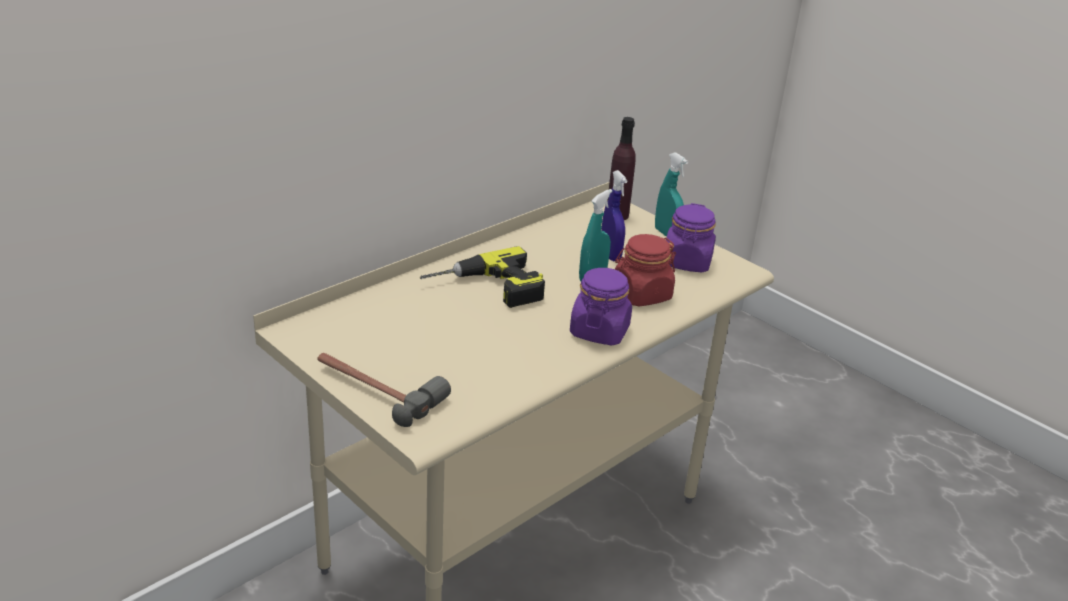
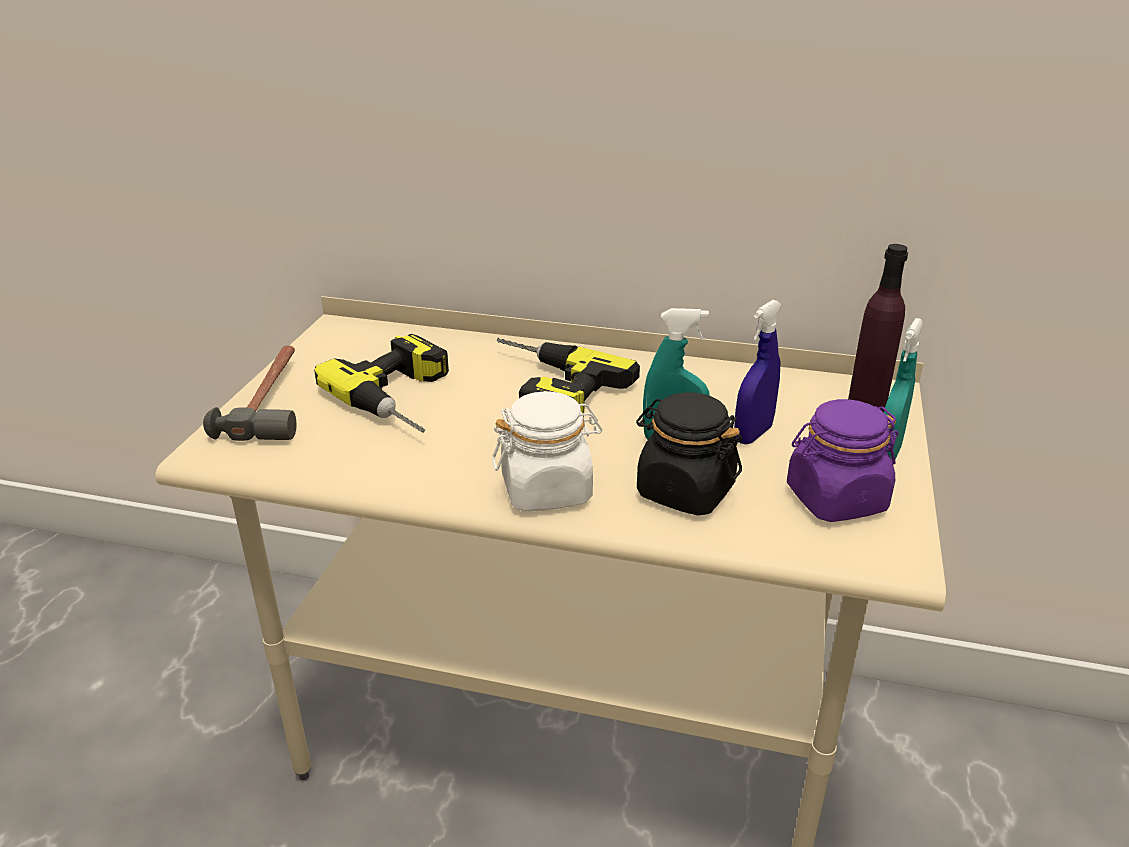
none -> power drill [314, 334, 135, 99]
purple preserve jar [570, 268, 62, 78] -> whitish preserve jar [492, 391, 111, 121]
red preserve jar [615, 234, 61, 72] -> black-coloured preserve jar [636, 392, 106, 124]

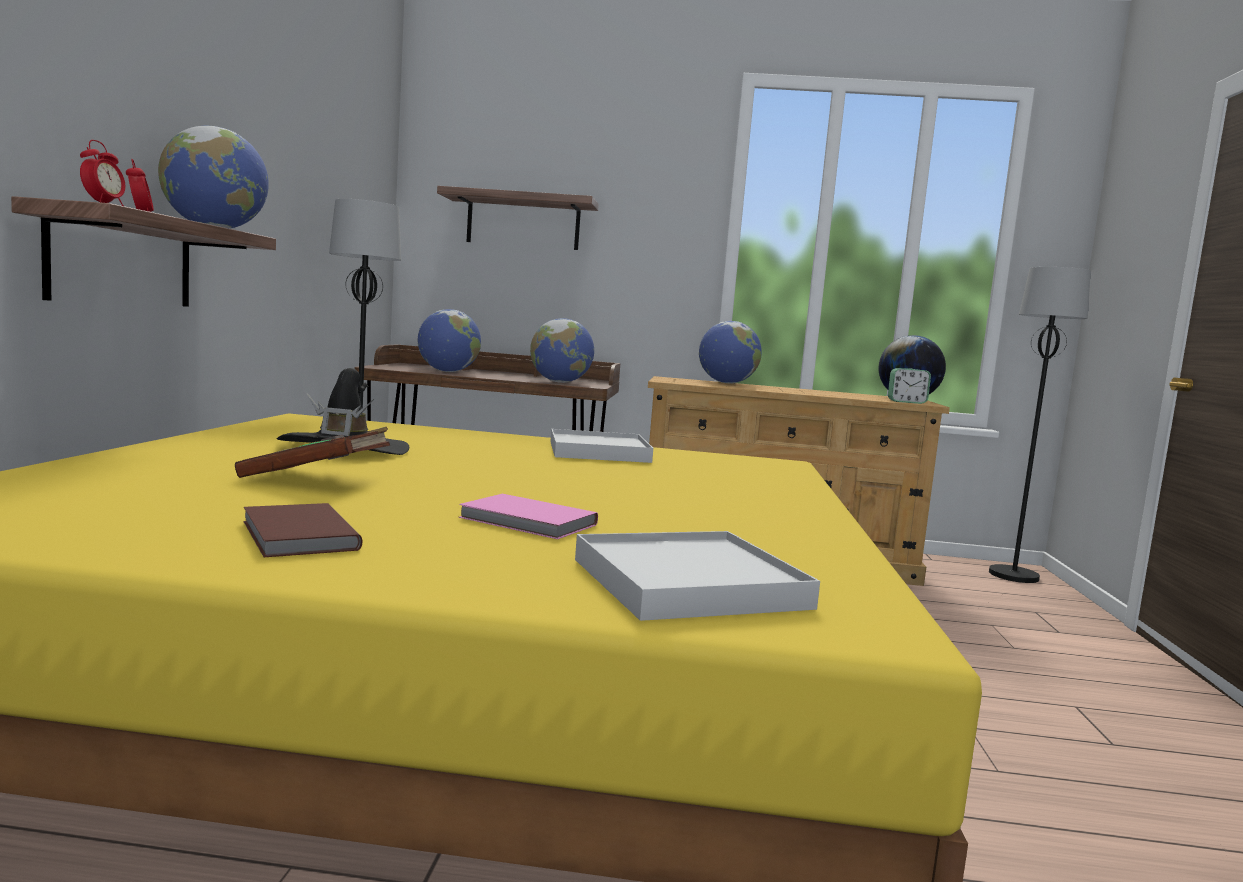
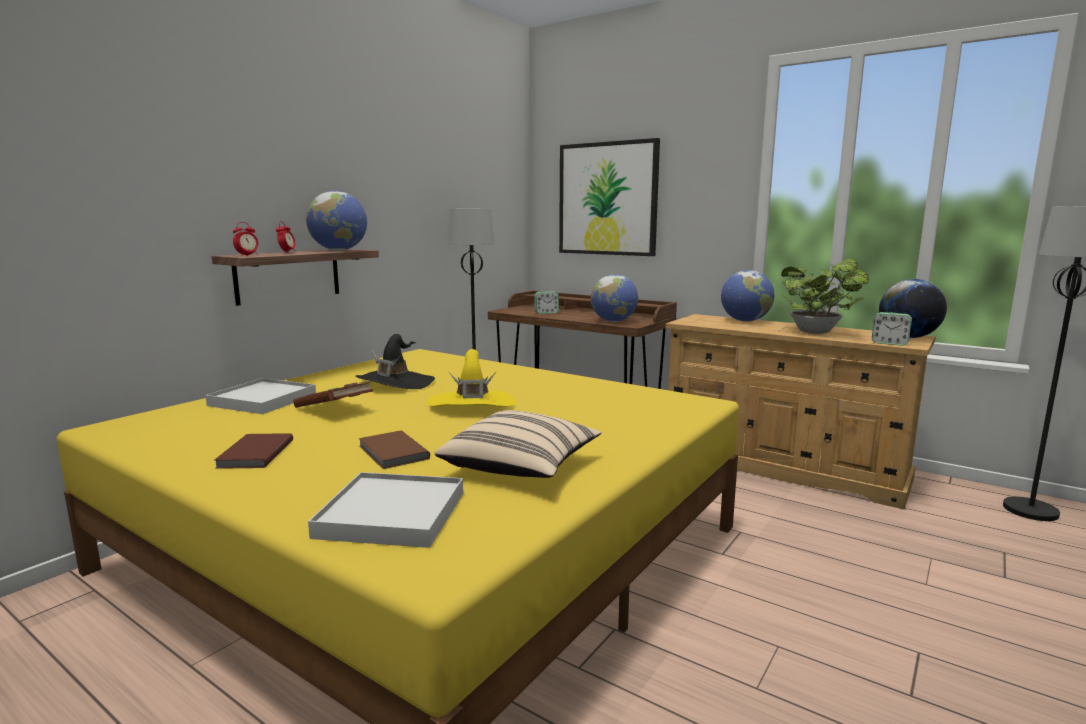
whitish carrying tray [551, 429, 102, 34] -> whitish carrying tray [205, 378, 111, 36], moved
pinkish book [459, 494, 139, 45] -> brown book [359, 430, 71, 39]
none -> yellow wearable hat [428, 349, 88, 58]
none -> beige-coloured cushion [435, 410, 166, 68]
globe [418, 309, 63, 63] -> table clock [534, 291, 25, 23]
wall shelf [437, 186, 162, 64] -> wall art [559, 138, 101, 118]
none -> plant in a pot [781, 259, 88, 75]

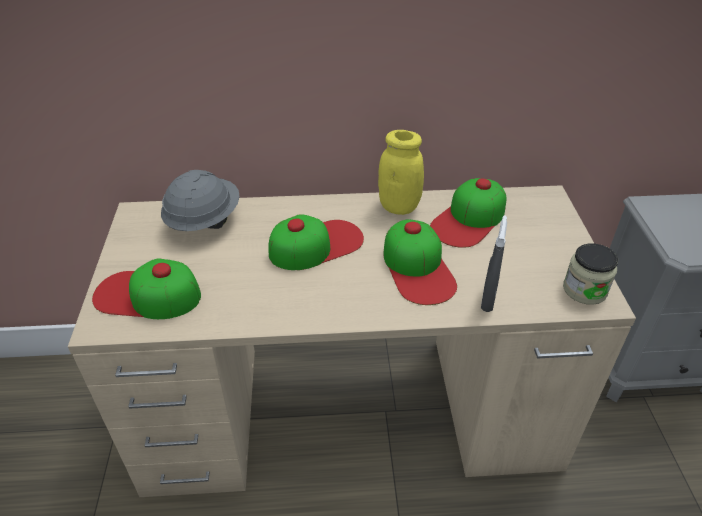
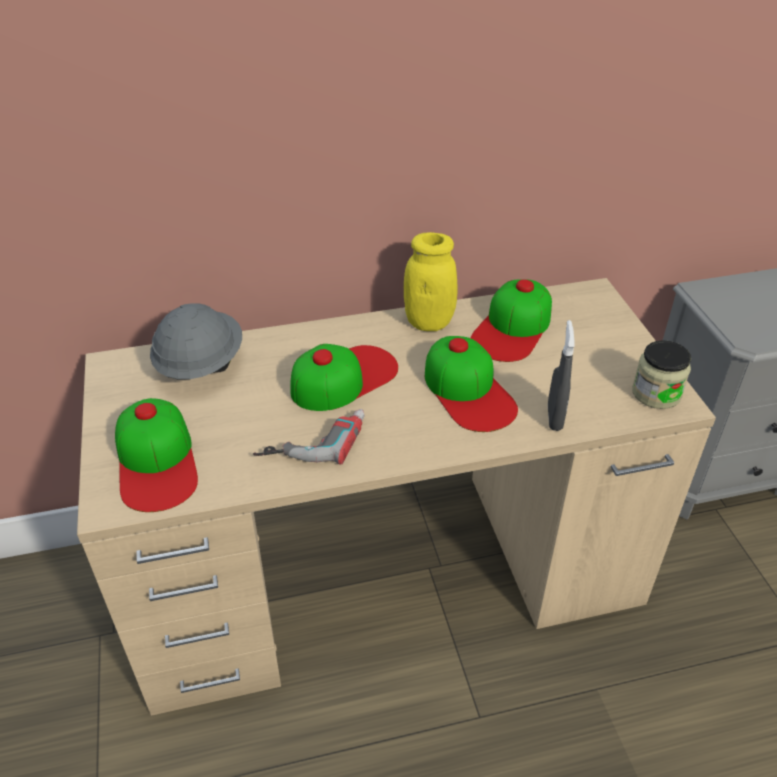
baseball cap [92, 258, 109, 61] -> baseball cap [115, 398, 83, 114], 105 degrees counterclockwise
none -> power drill [253, 409, 112, 56]

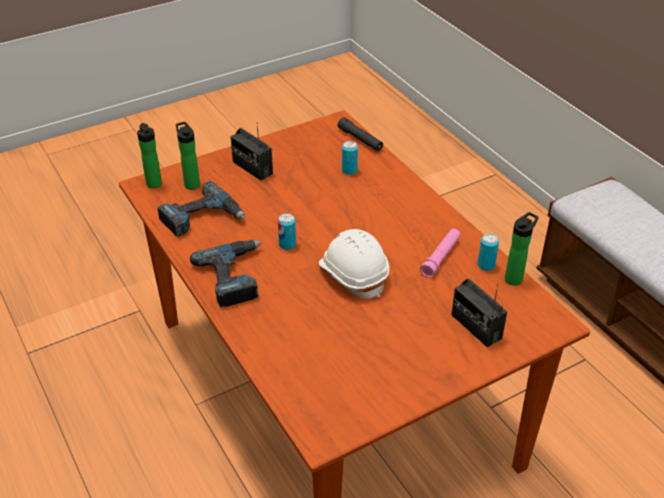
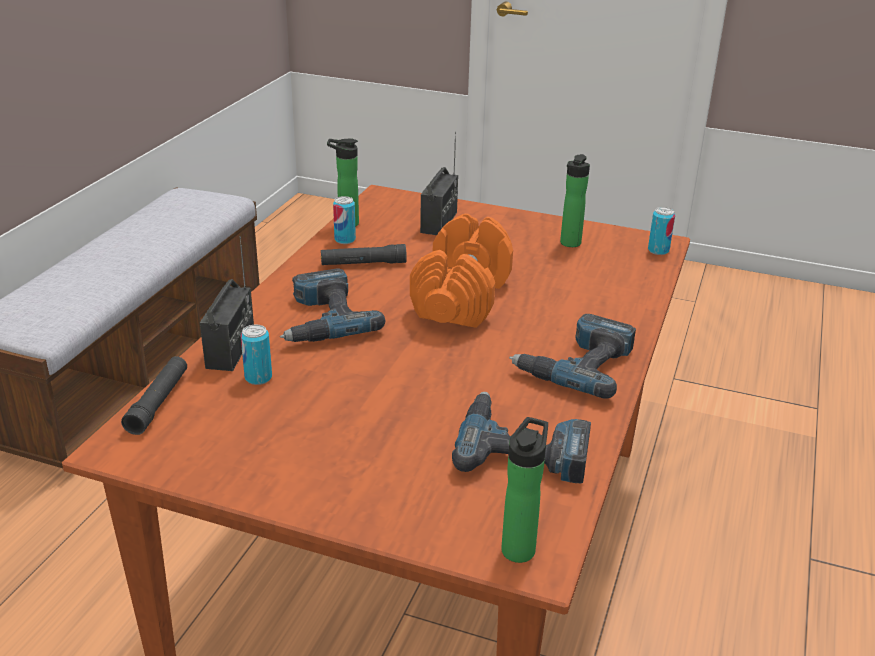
radio receiver [230, 122, 43, 59] -> radio receiver [200, 236, 54, 135], moved
none -> power drill [280, 269, 105, 73]
pinkish hand torch [420, 229, 40, 48] -> black-coloured hand torch [321, 244, 86, 21]
whitish work helmet [319, 229, 70, 69] -> orange hand weight [410, 214, 103, 114]
bottle [176, 122, 24, 68] -> bottle [560, 154, 30, 93], moved
metal can [278, 213, 18, 37] -> metal can [648, 207, 27, 48], moved

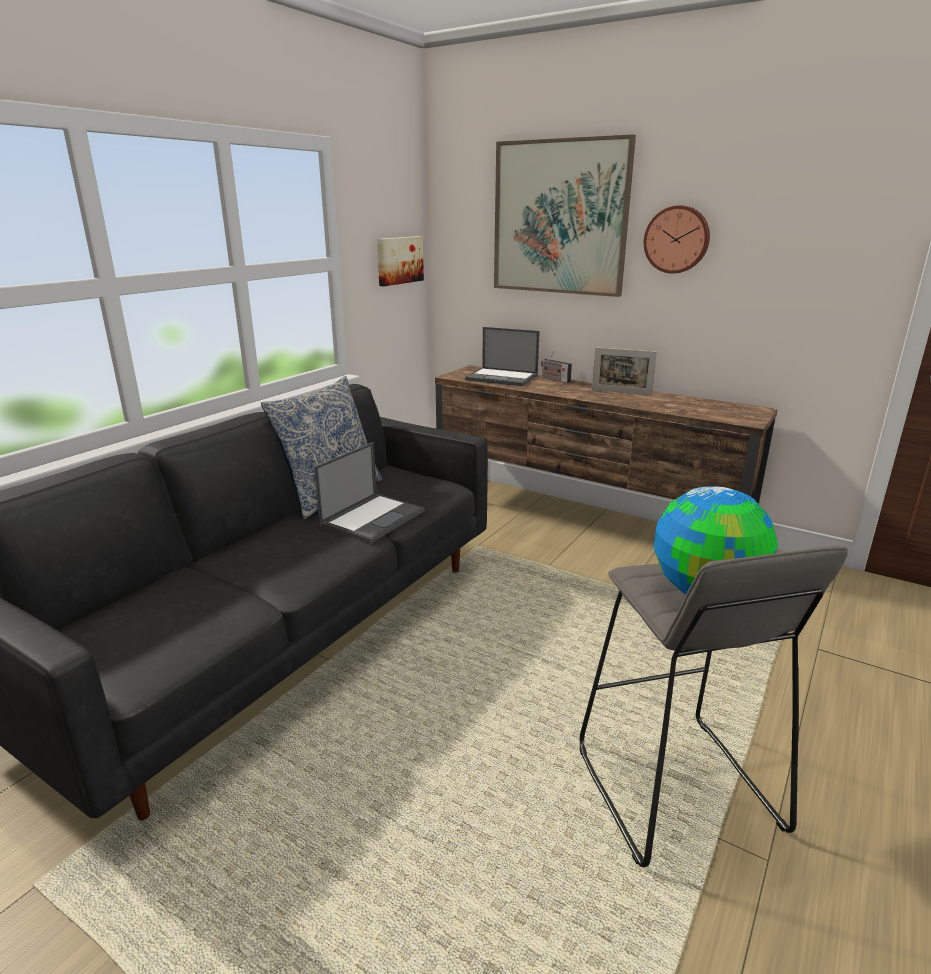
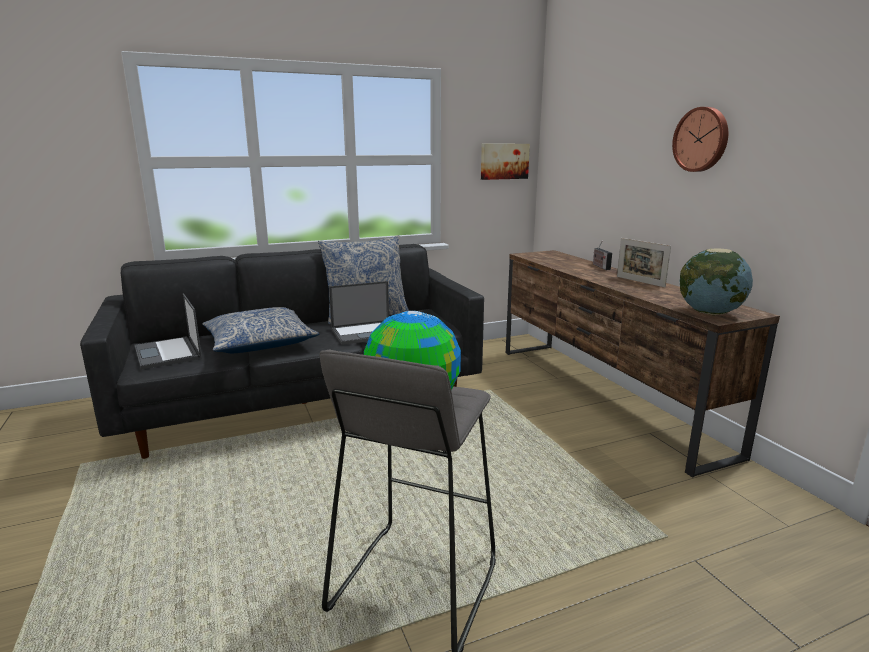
laptop [465, 327, 75, 59] -> laptop [135, 293, 67, 77], moved
none -> cushion [202, 307, 118, 46]
none -> globe [680, 248, 73, 67]
wall art [494, 134, 142, 163] -> none

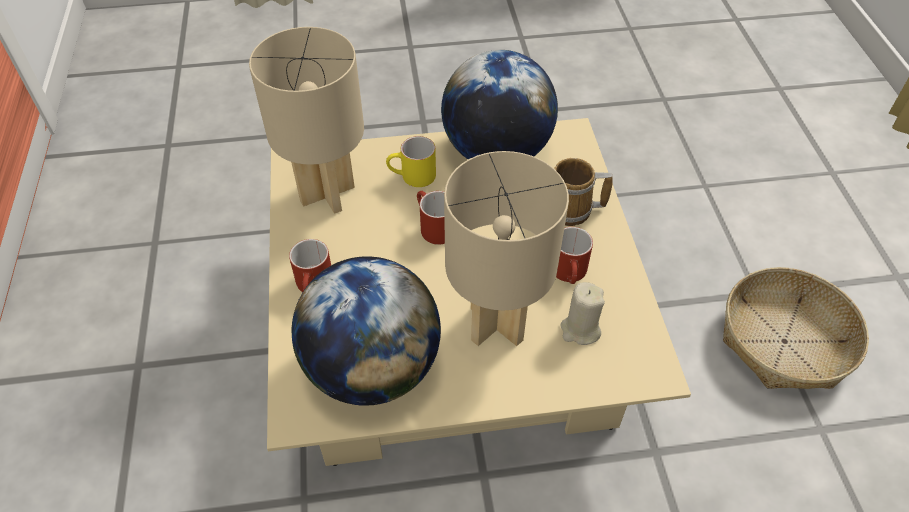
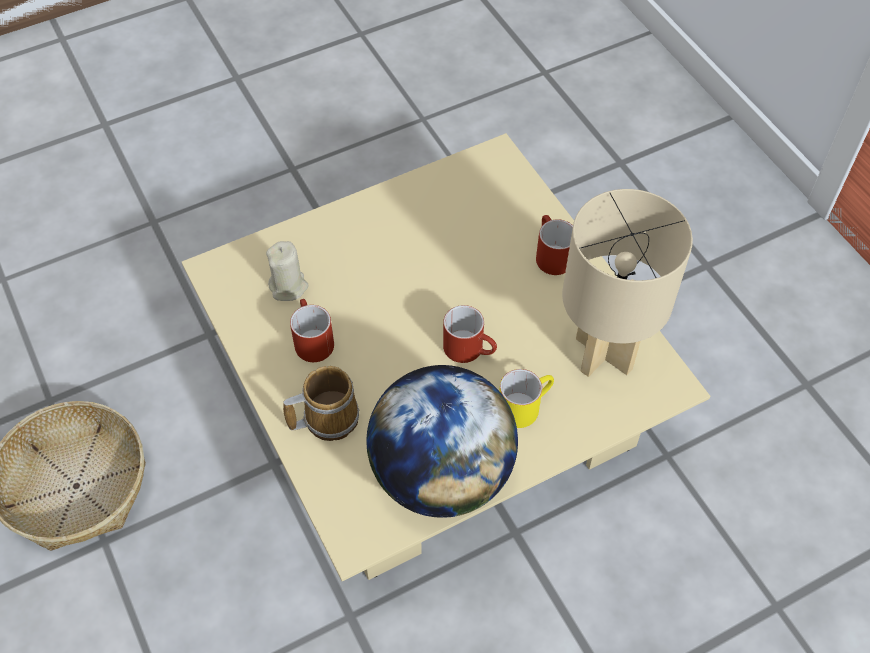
globe [291, 256, 150, 150] -> none
beige-coloured lamp for a table [444, 151, 125, 195] -> none

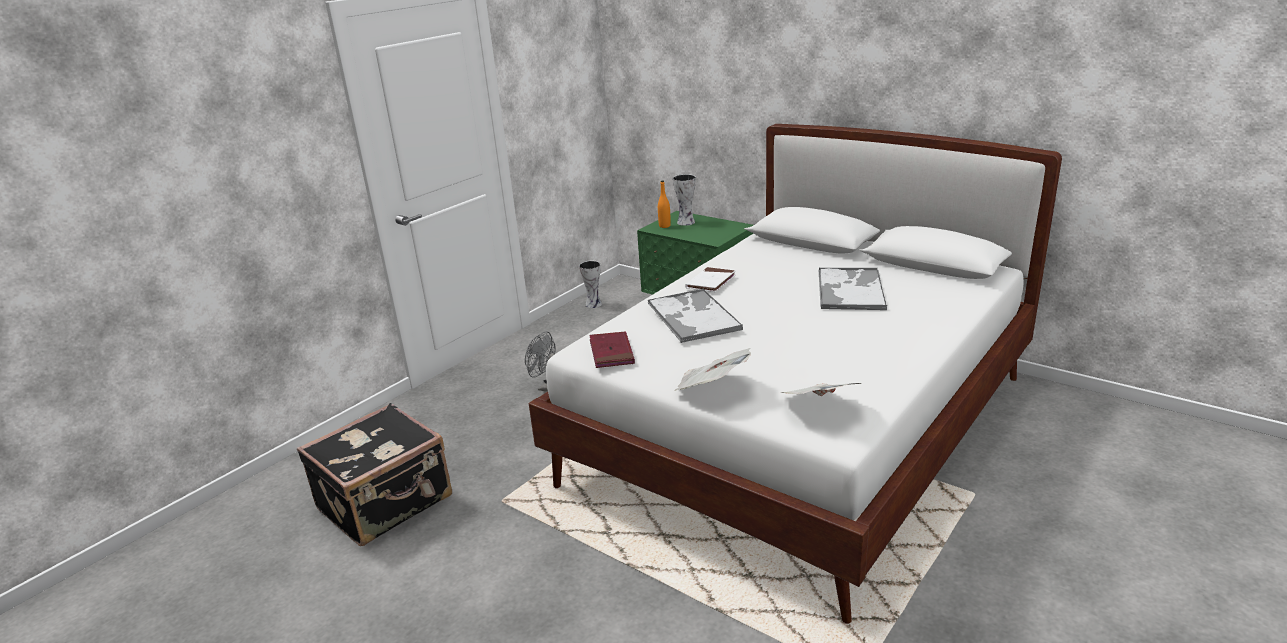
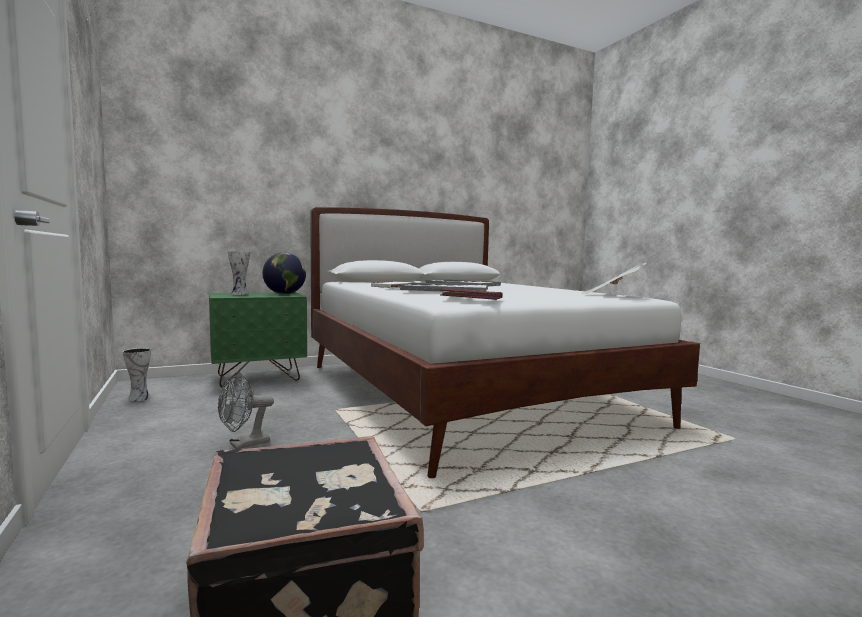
none -> globe [263, 253, 43, 41]
orange bottle [658, 180, 13, 48] -> none
daily paper [674, 348, 77, 43] -> none

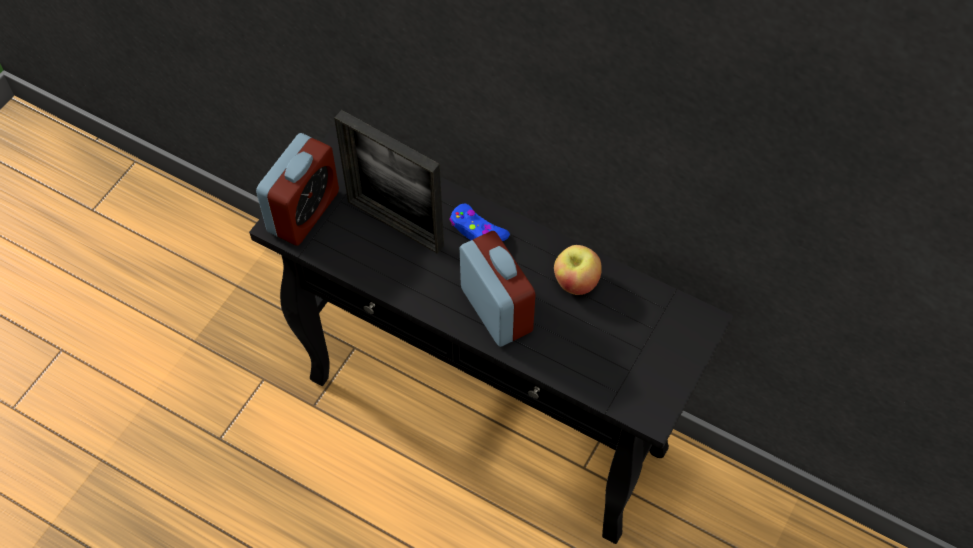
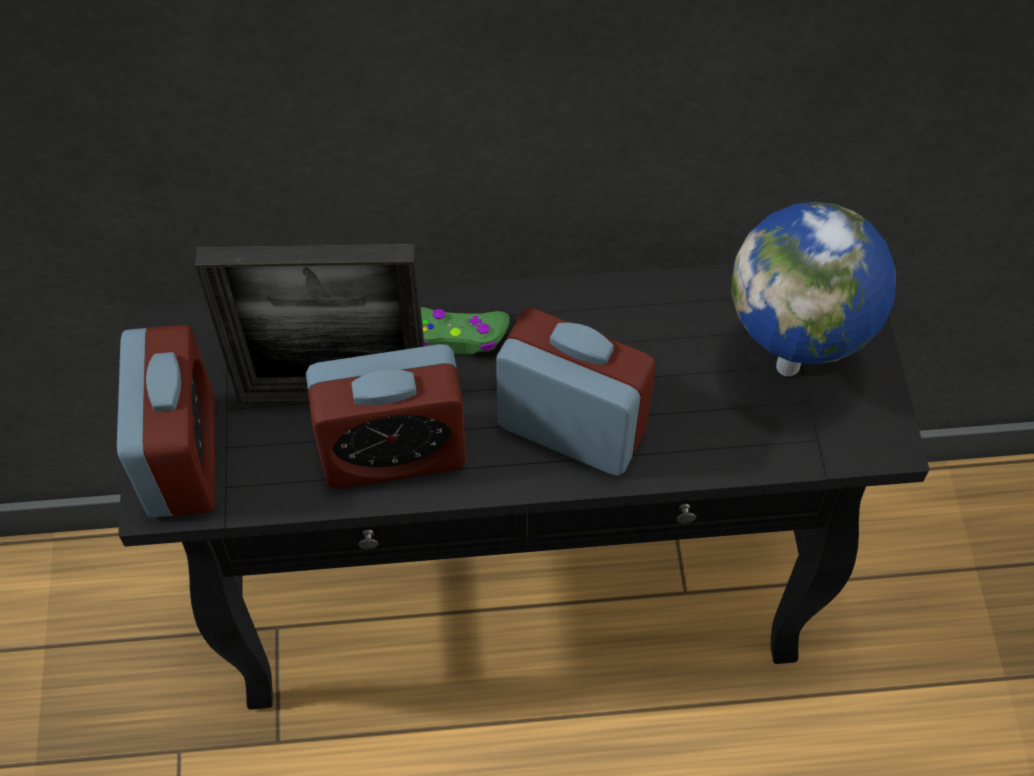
none -> table clock [306, 344, 160, 145]
bluish game controller [449, 204, 61, 37] -> green-coloured game controller [421, 307, 89, 47]
none -> globe [731, 202, 165, 174]
apple [554, 245, 48, 50] -> none

